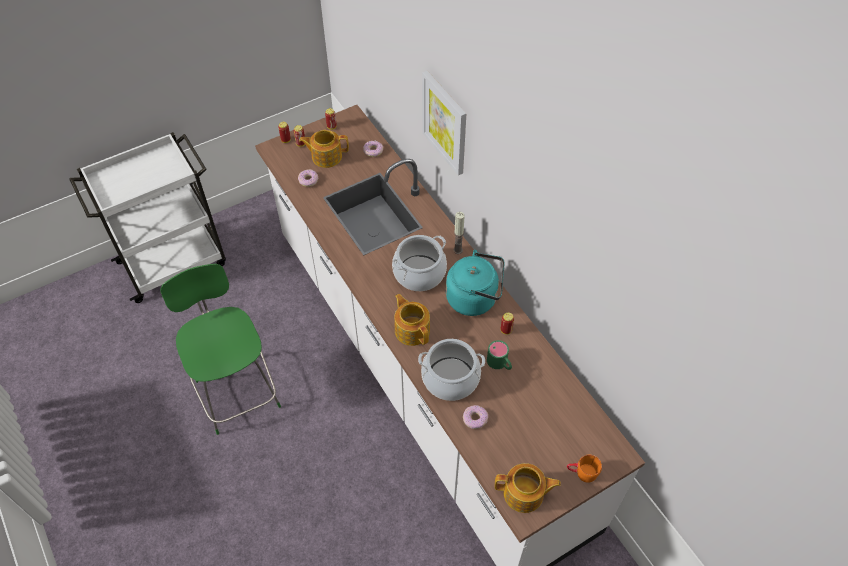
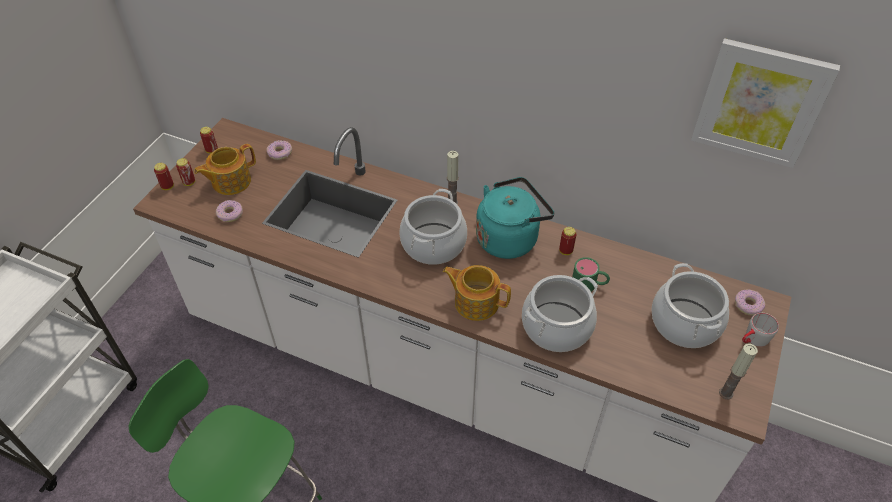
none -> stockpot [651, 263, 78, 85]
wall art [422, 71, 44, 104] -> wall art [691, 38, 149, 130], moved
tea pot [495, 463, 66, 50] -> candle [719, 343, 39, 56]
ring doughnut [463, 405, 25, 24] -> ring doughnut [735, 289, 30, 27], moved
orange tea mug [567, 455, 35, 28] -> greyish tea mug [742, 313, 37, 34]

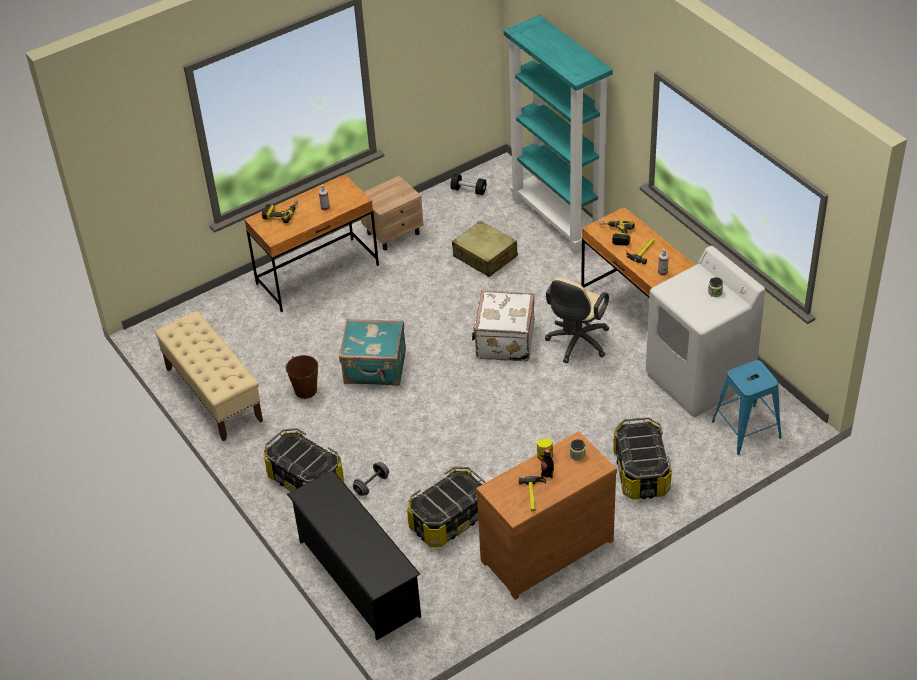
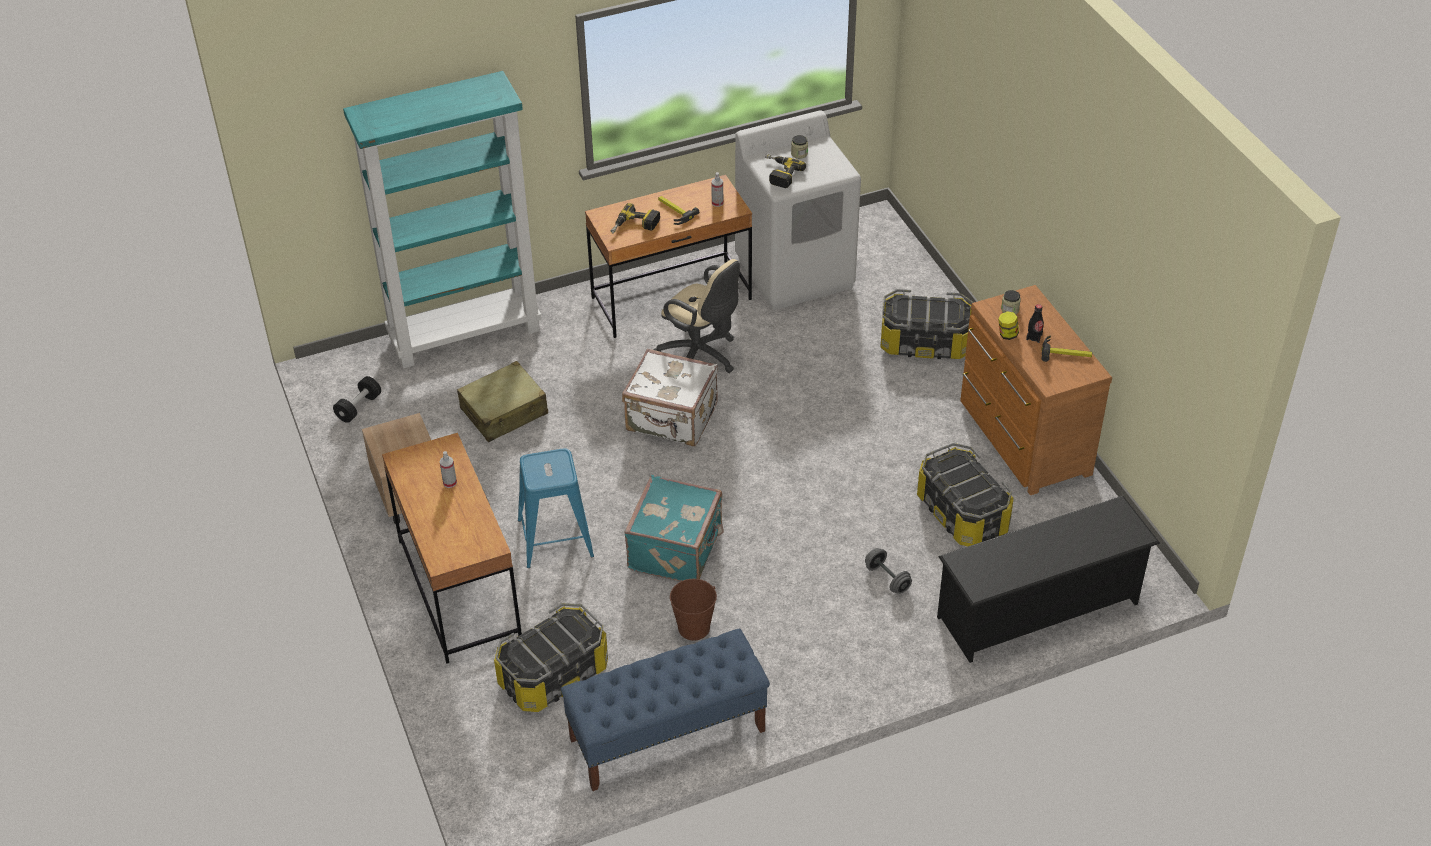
storage container [264, 428, 80, 64] -> storage container [494, 603, 114, 109], moved
bluish stool seat [712, 360, 70, 95] -> bluish stool seat [518, 449, 76, 119], moved
beige-coloured long seat [155, 311, 108, 130] -> bluish long seat [561, 628, 209, 163]
power drill [262, 200, 36, 23] -> power drill [765, 154, 41, 34], moved

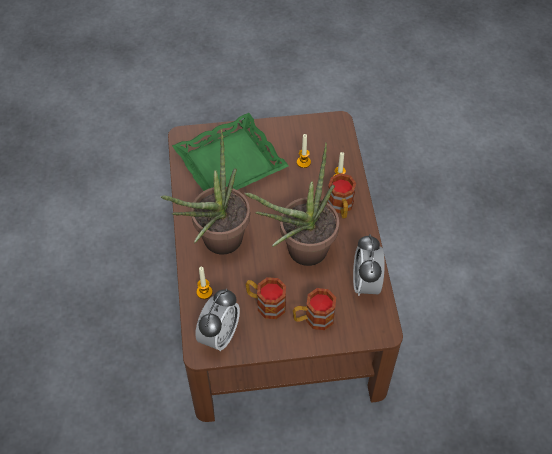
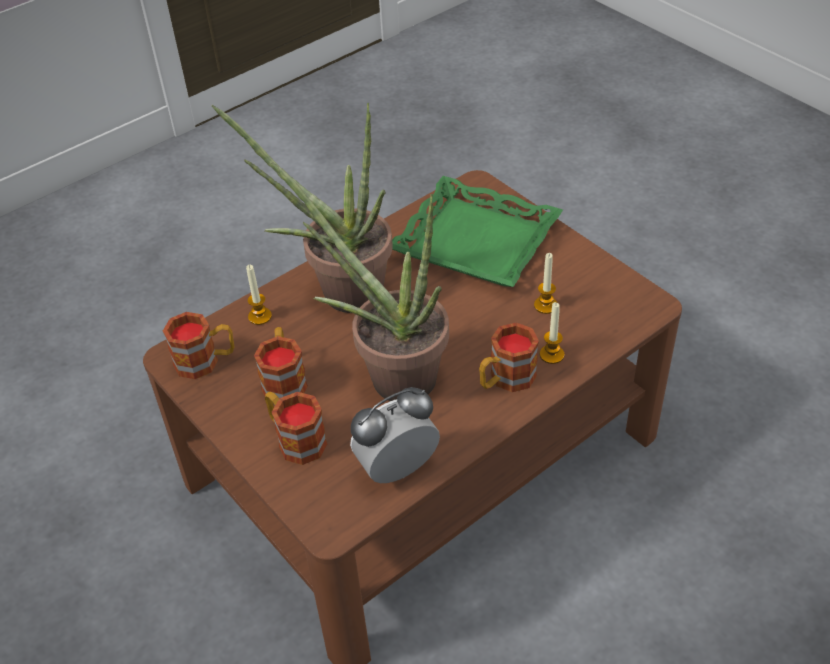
table clock [195, 289, 45, 62] -> tea mug [163, 312, 71, 67]

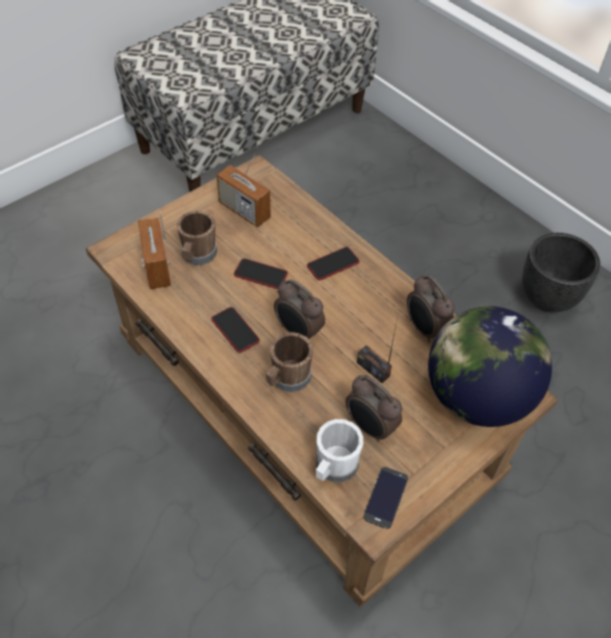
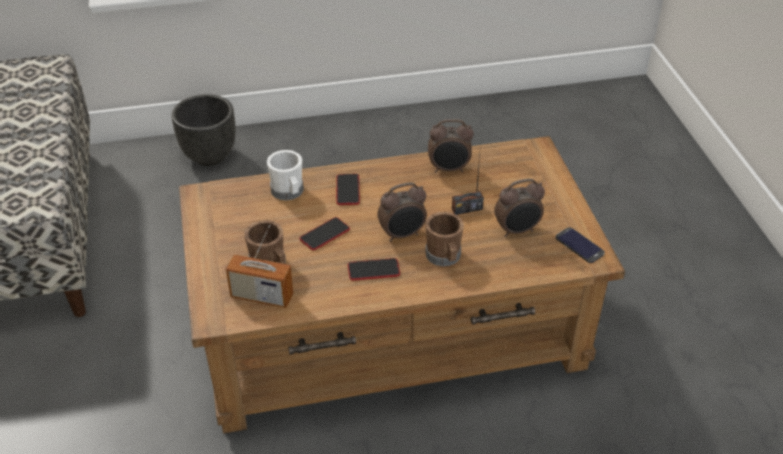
black-coloured flower pot [522, 233, 79, 79] -> black-coloured flower pot [171, 94, 64, 72], moved
whitish tea mug [316, 419, 47, 64] -> whitish tea mug [267, 150, 37, 50], moved
radio receiver [217, 147, 54, 80] -> none
globe [428, 306, 124, 121] -> none

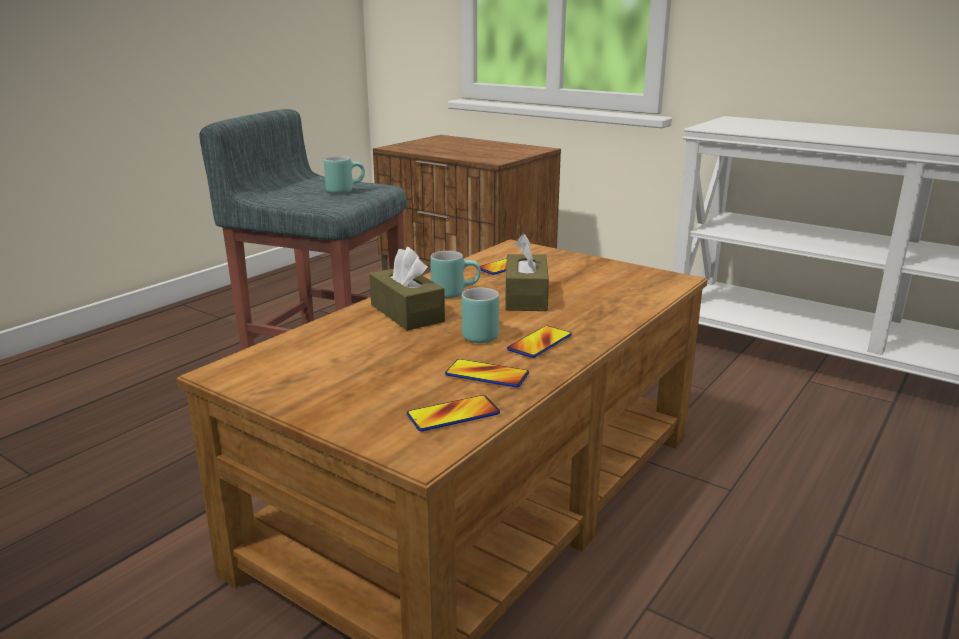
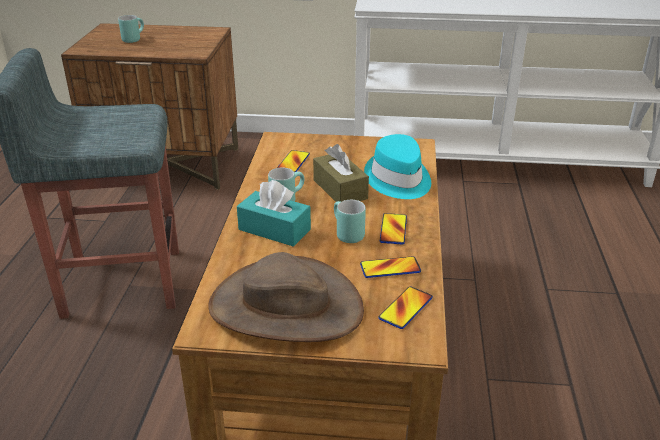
turquoise-coloured tea mug [324, 156, 41, 38] -> turquoise-coloured tea mug [118, 15, 26, 28], moved
none -> brown wearable hat [208, 252, 156, 90]
brown box of tissues [369, 247, 76, 84] -> turquoise-coloured box of tissues [237, 180, 74, 67]
none -> turquoise-coloured wearable hat [364, 134, 67, 65]

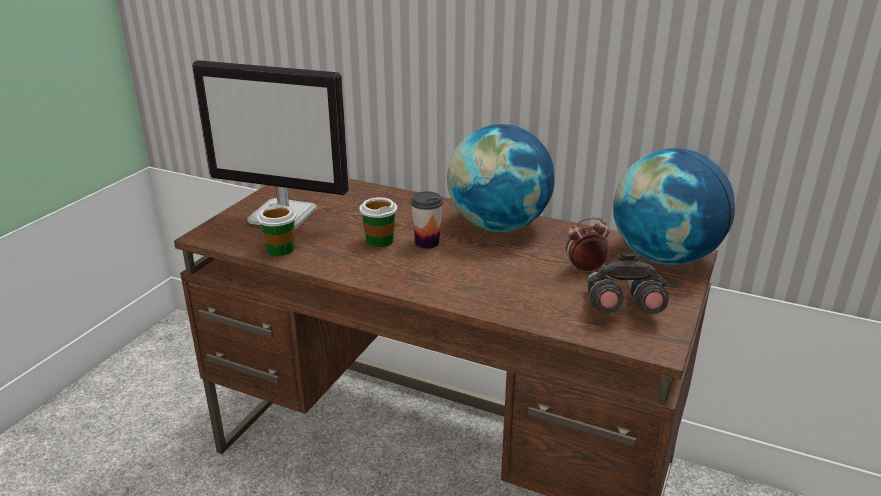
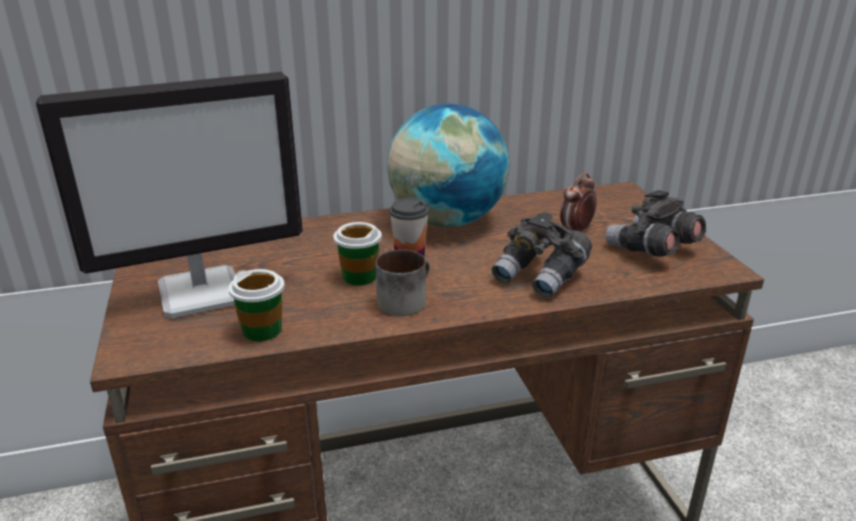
none -> tea mug [376, 249, 54, 67]
none -> greyish binoculars [492, 212, 100, 86]
globe [613, 148, 122, 117] -> none

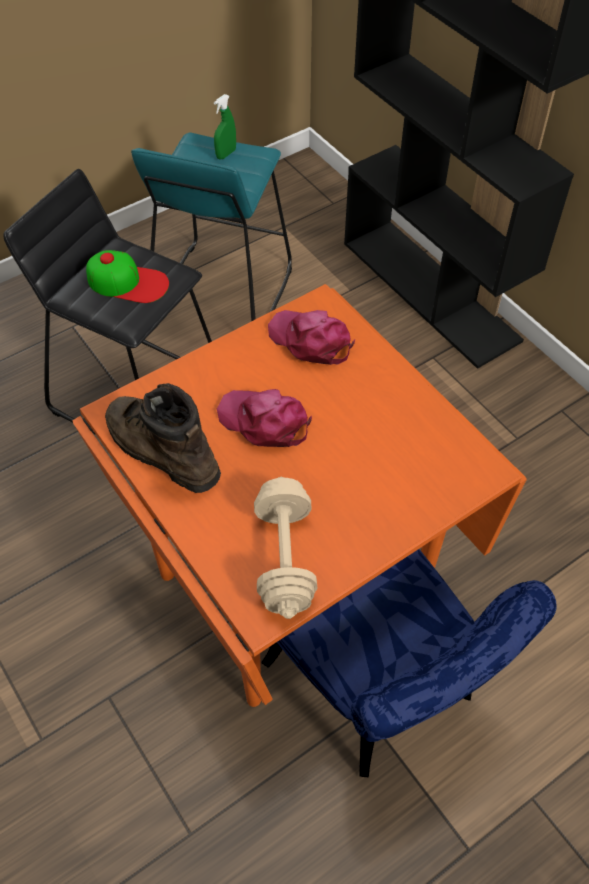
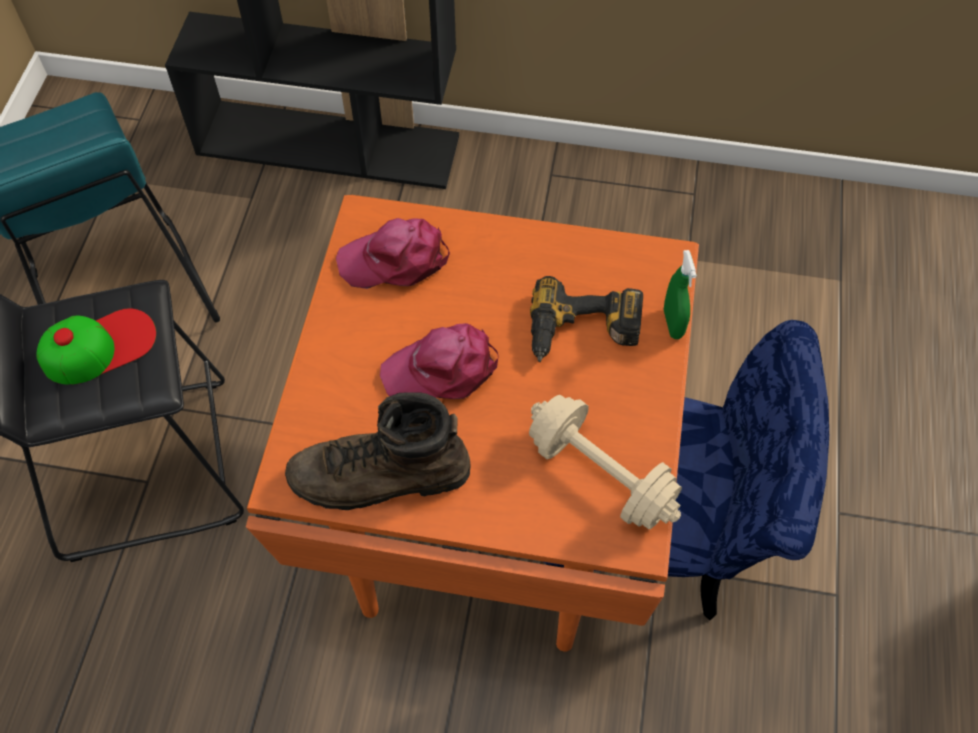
none -> power drill [530, 276, 113, 86]
green-coloured spray bottle [214, 94, 22, 66] -> green-coloured spray bottle [664, 250, 33, 89], moved

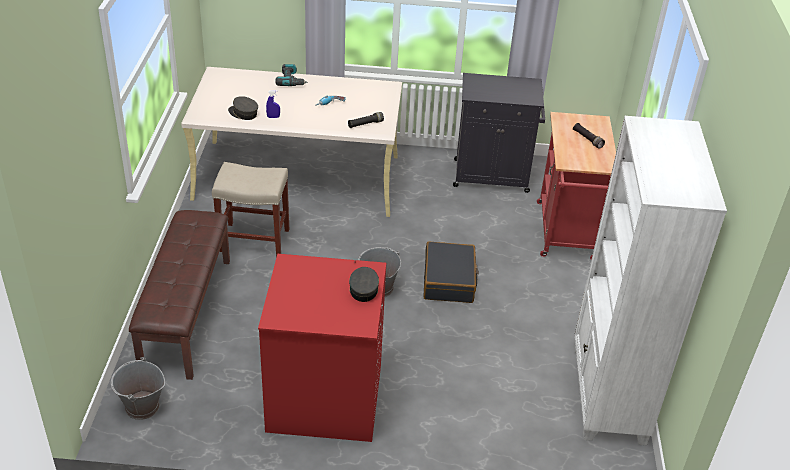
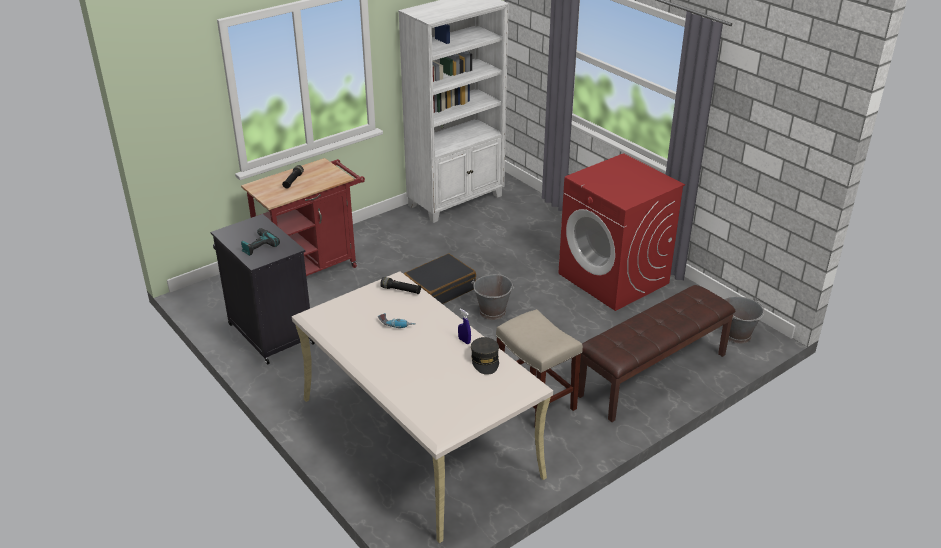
power drill [275, 64, 32, 22] -> power drill [240, 228, 40, 28], moved
greyish baseball cap [349, 267, 30, 35] -> none

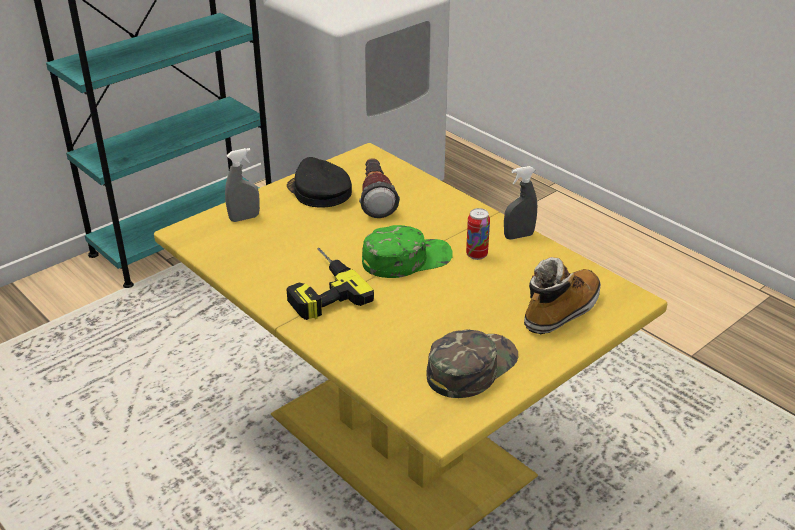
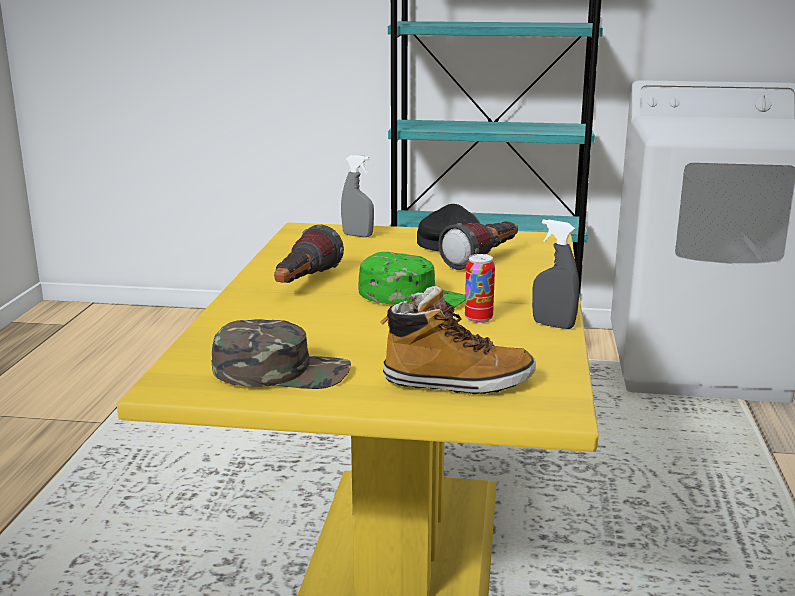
power drill [286, 247, 88, 73] -> hand torch [274, 225, 70, 58]

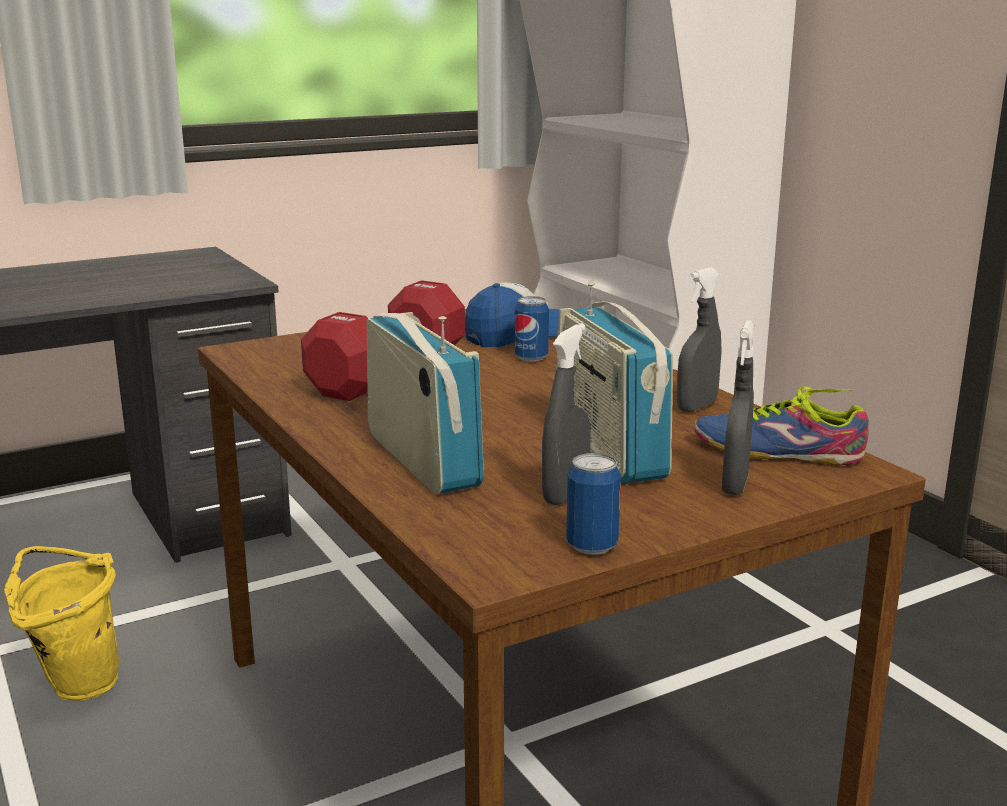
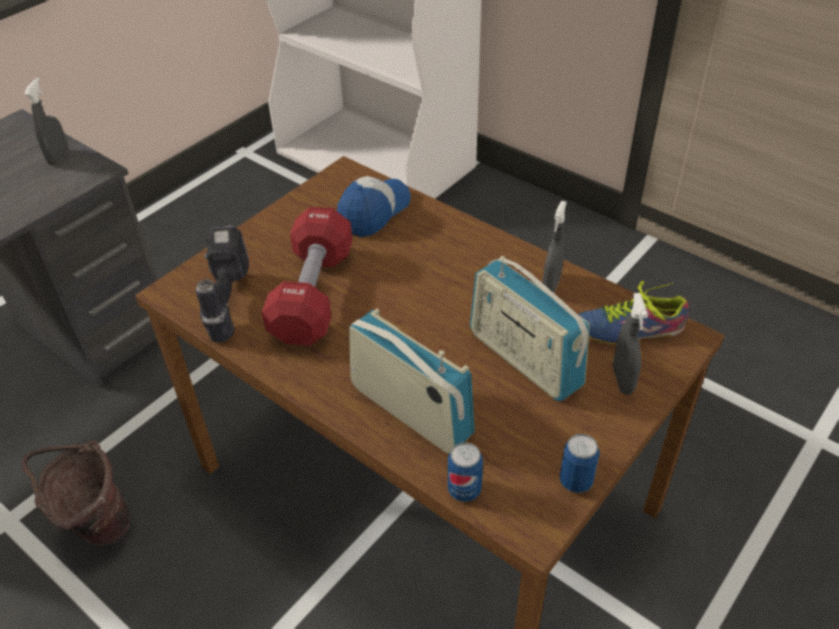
yellow bucket [4, 546, 115, 155] -> brown bucket [22, 440, 108, 106]
greyish spray bottle [542, 323, 48, 182] -> greyish spray bottle [24, 78, 44, 87], moved
none -> power drill [196, 226, 53, 117]
metal can [515, 296, 34, 66] -> metal can [448, 442, 35, 60], moved

